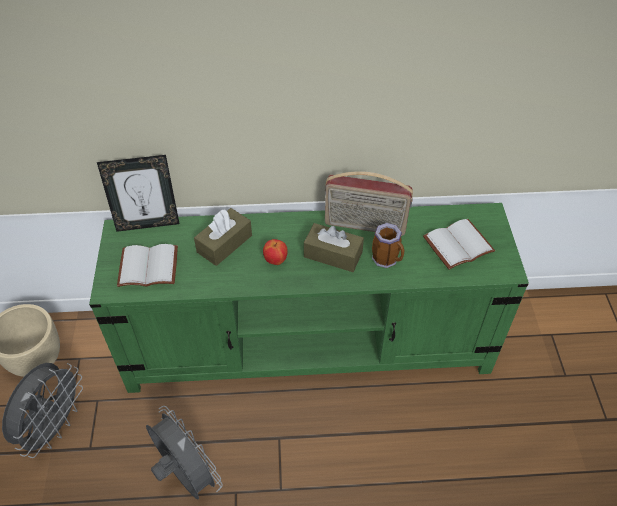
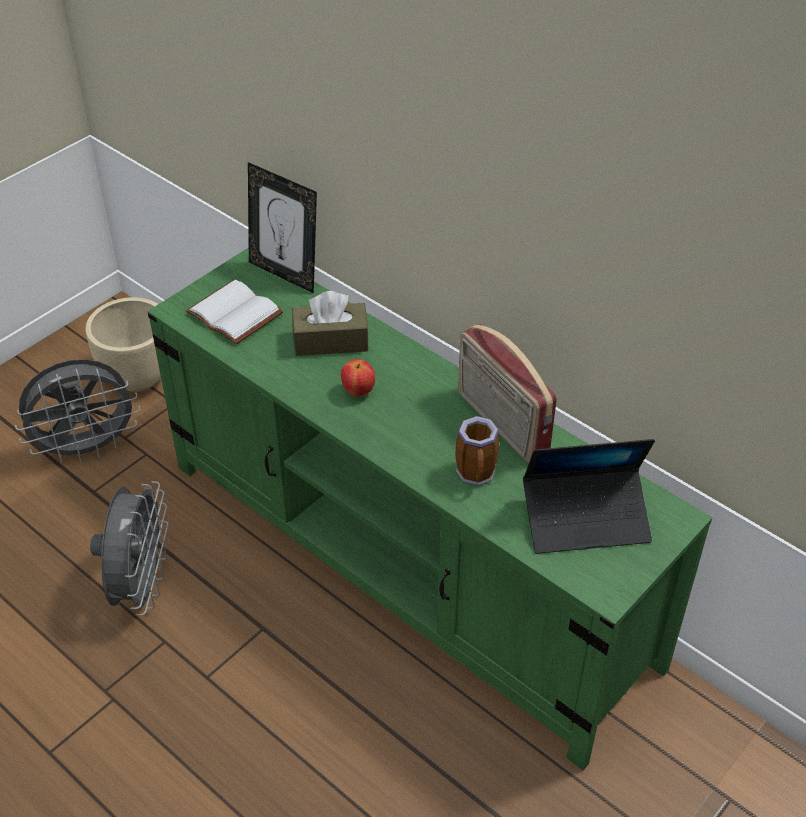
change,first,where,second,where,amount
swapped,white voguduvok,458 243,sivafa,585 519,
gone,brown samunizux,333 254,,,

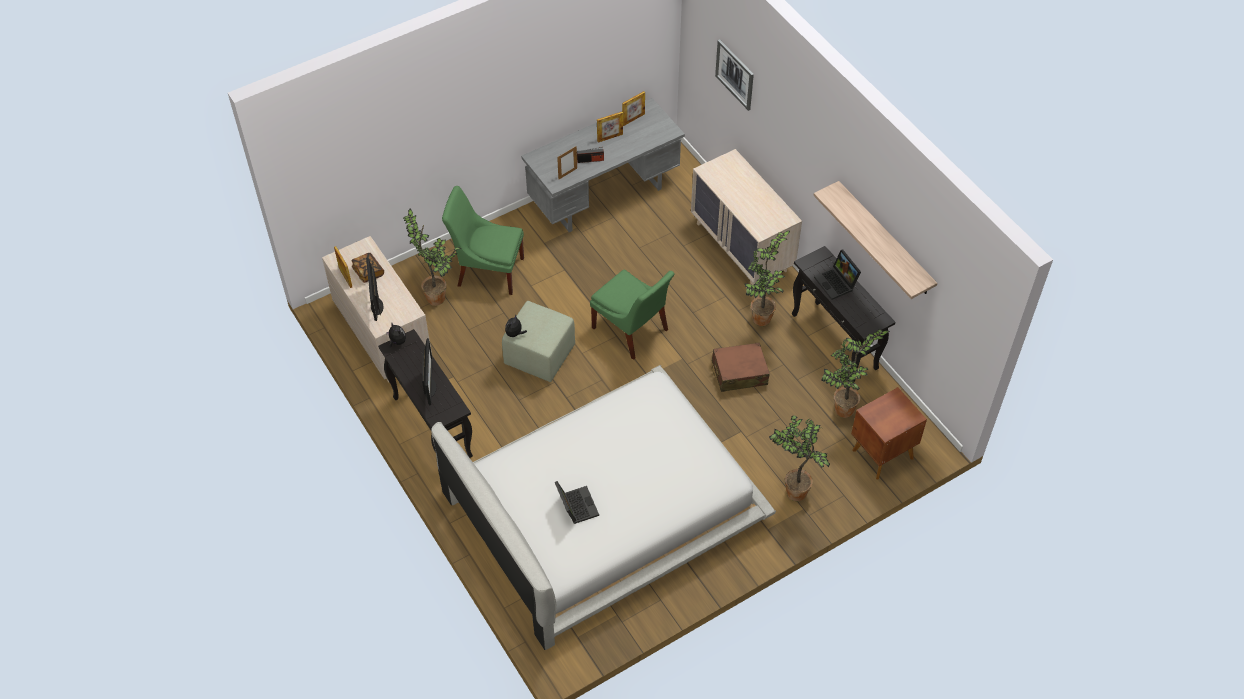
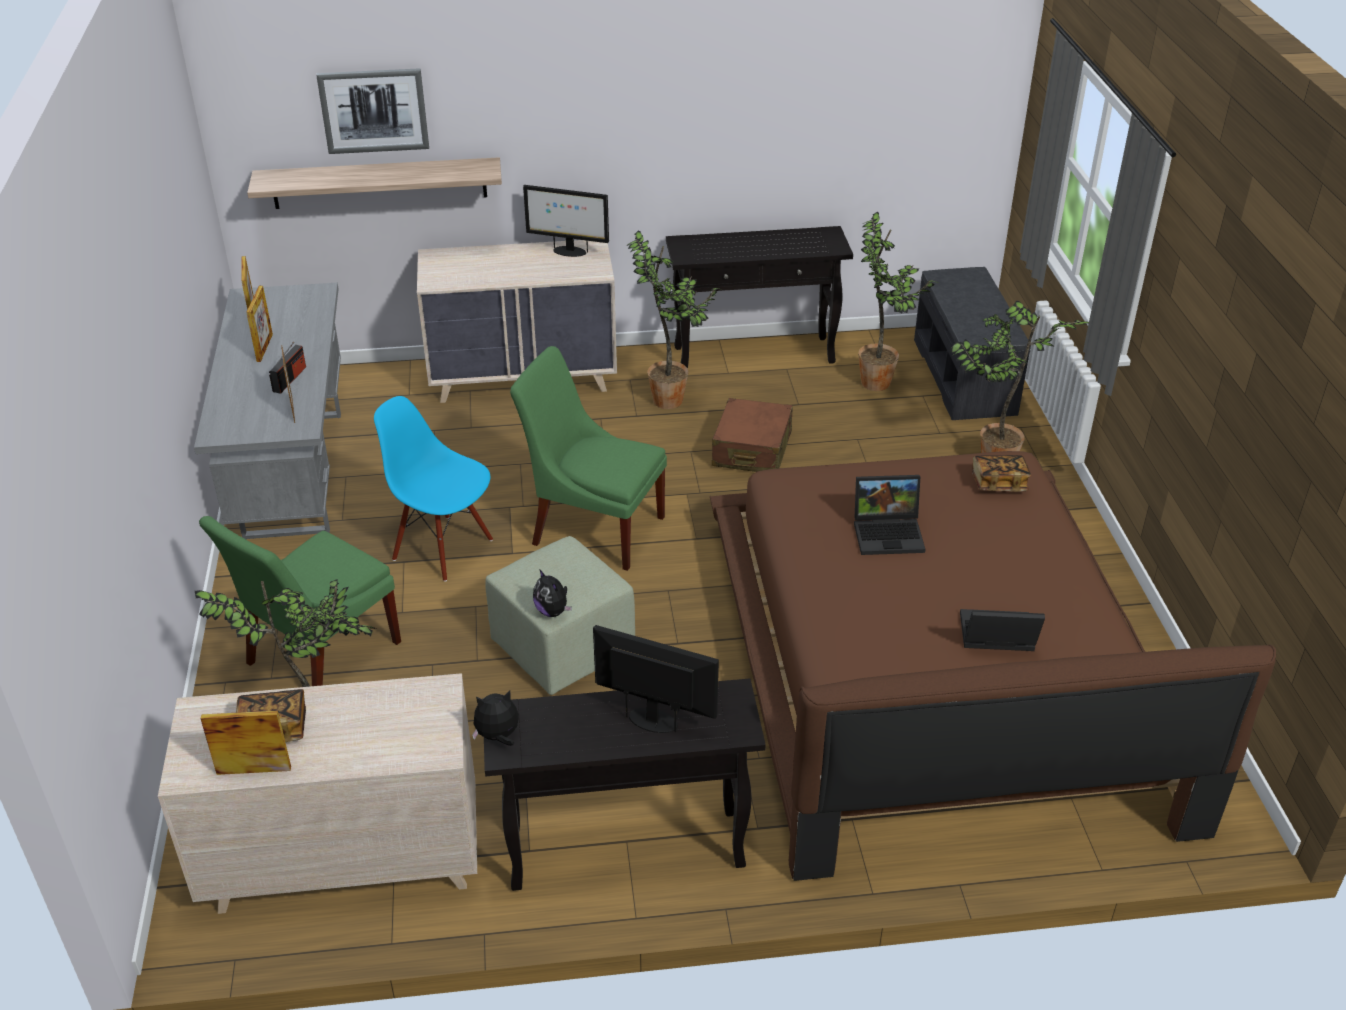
change,first,where,second,where,amount
shifted,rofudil,885 239,,379 183,
new,,,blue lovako,443 548,
rotated,green lovako,632 331,,593 528,135 degrees counterclockwise
shifted,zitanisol,376 306,,569 251,
repainted,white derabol,604 508,brown derabol,935 669,
shifted,sivafa,837 283,,889 533,
swapped,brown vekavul,881 453,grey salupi,966 377,
new,,,voguduvok,998 483,

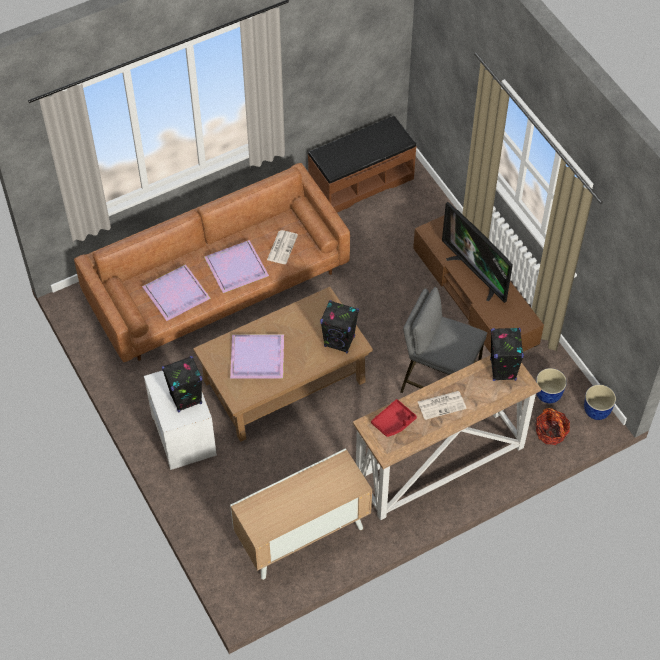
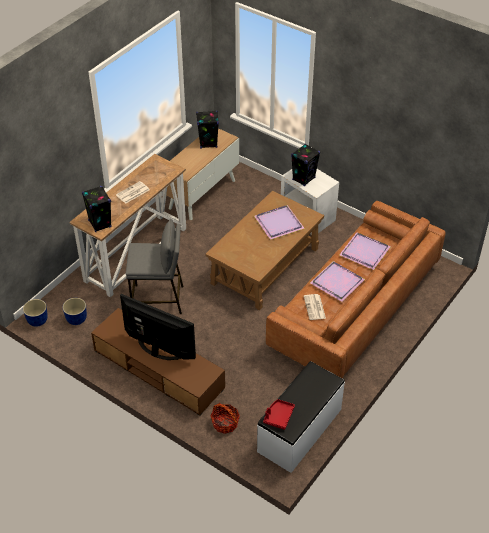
change,first,where,second,where,amount
shifted,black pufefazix,339 341,,208 143,
shifted,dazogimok,551 432,,225 423,
repainted,brown salupi,360 182,white salupi,300 430,
shifted,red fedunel,393 422,,278 416,

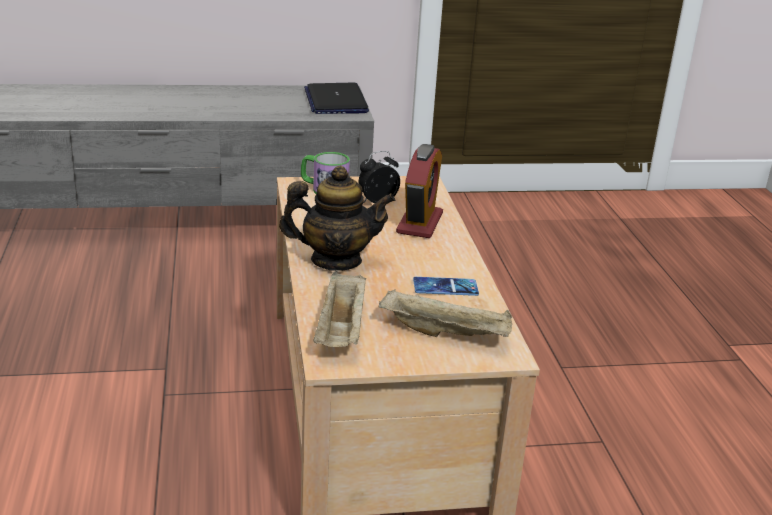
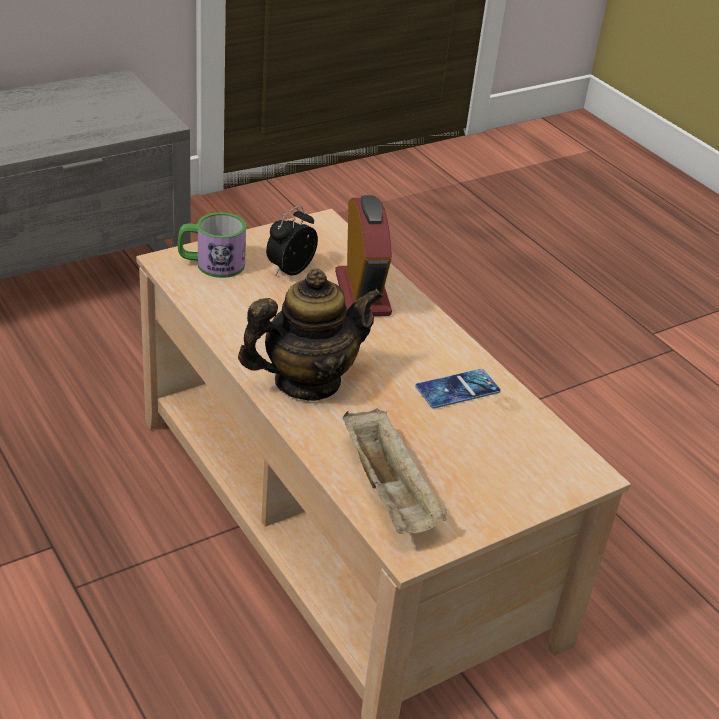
change,first,where,second,where,amount
gone,sivafa,335 101,,,
gone,beige fedunel,446 333,,,

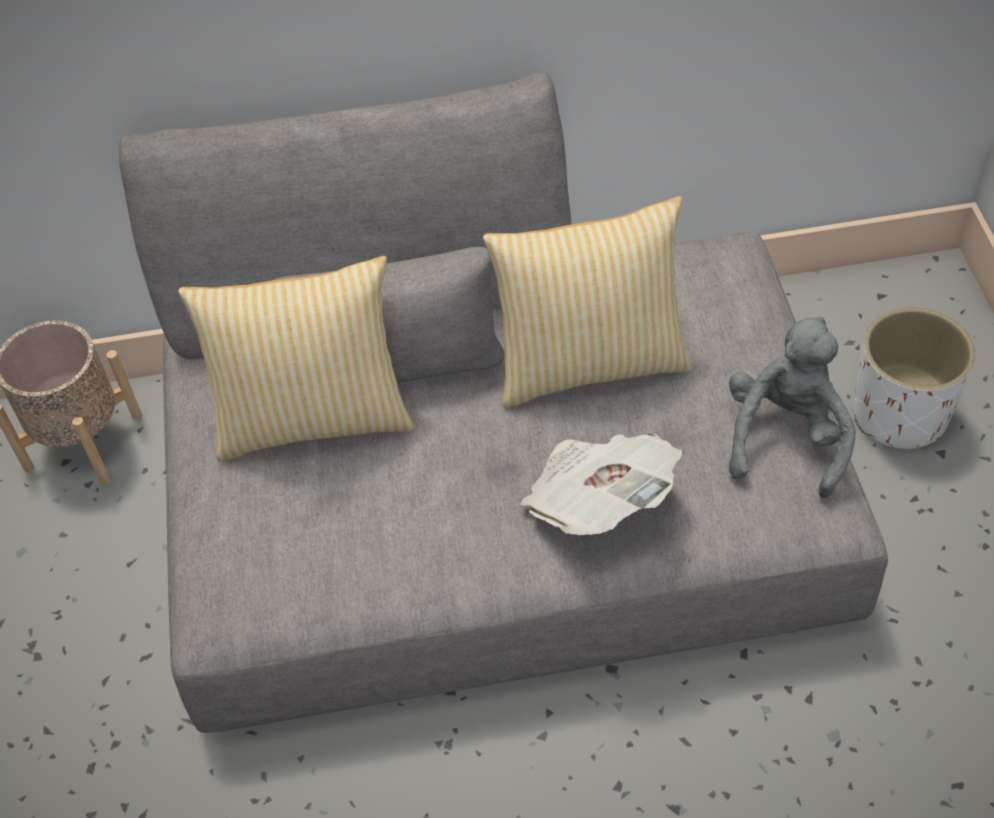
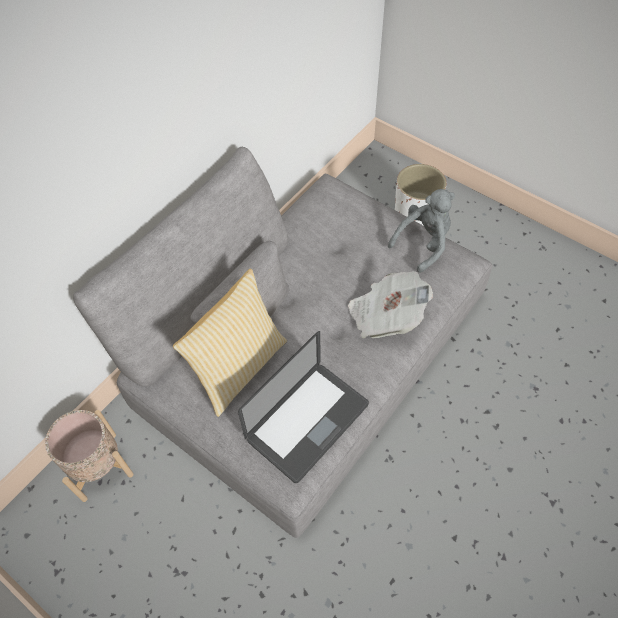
change,first,where,second,where,amount
new,,,sivafa,308 422,
rotated,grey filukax,786 437,,423 243,75 degrees clockwise
gone,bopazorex,589 363,,,

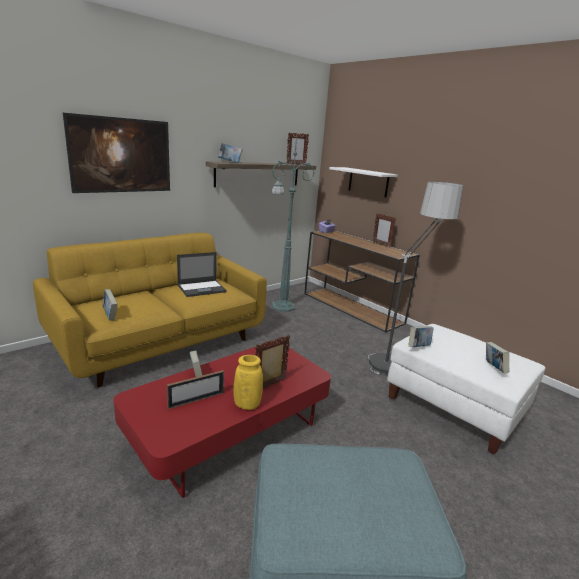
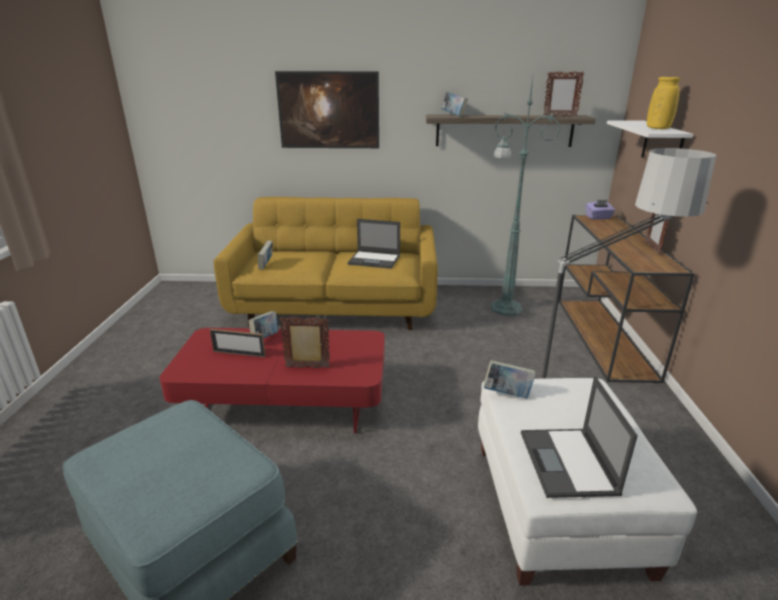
change,first,where,second,where,amount
swapped,voguduvok,493 368,sivafa,568 463,
shifted,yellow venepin,247 404,,658 128,

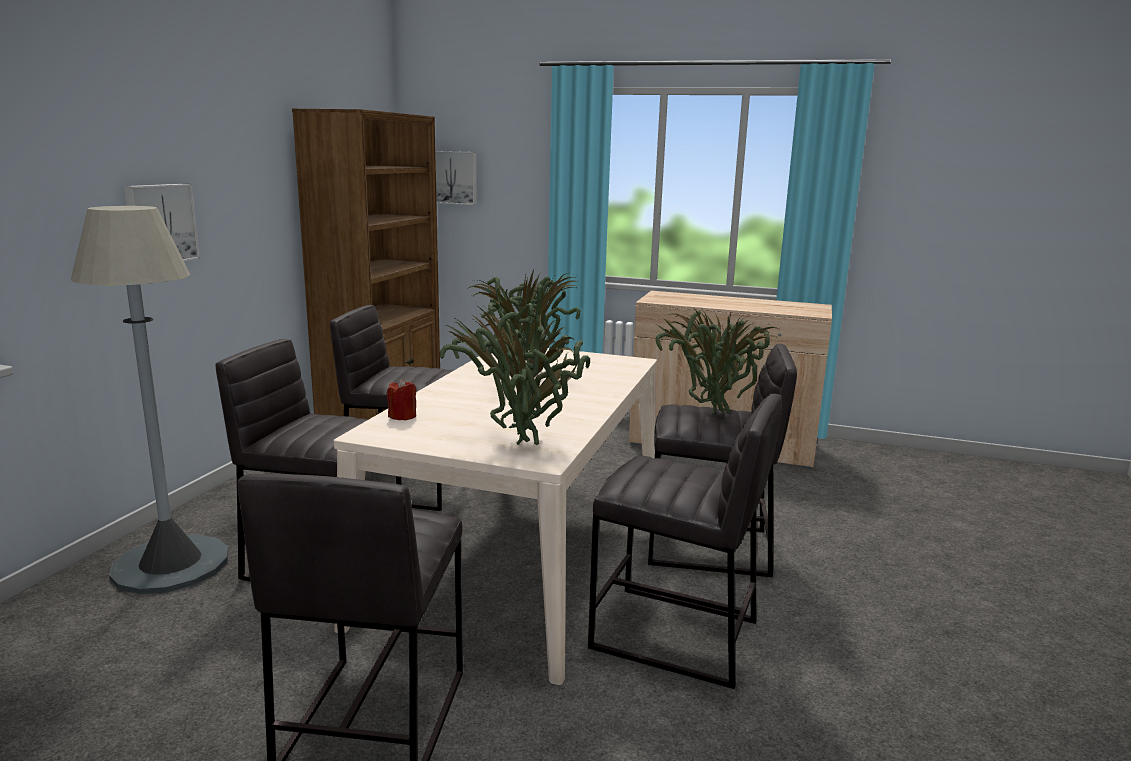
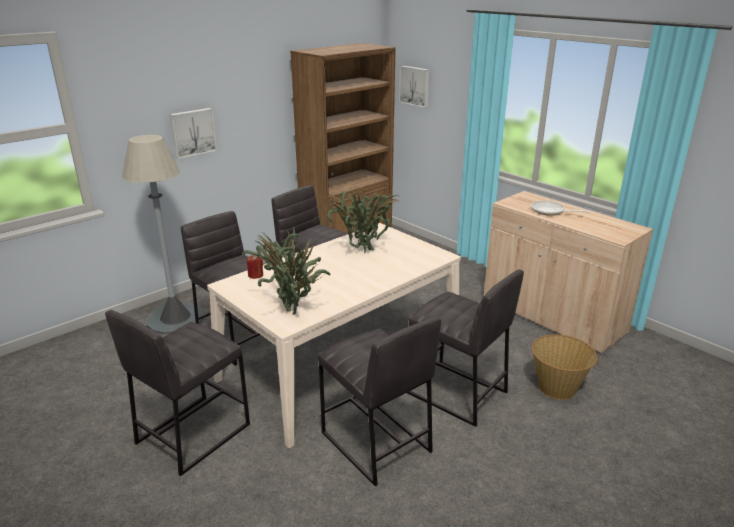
change,first,where,second,where,amount
new,,,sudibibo,550 211,
new,,,dazogimok,557 387,
gone,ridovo,711 412,,,

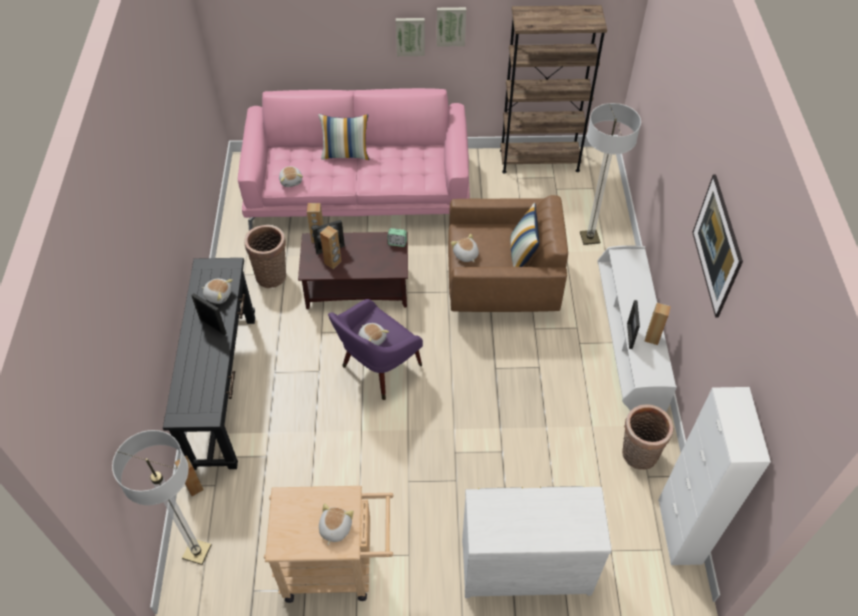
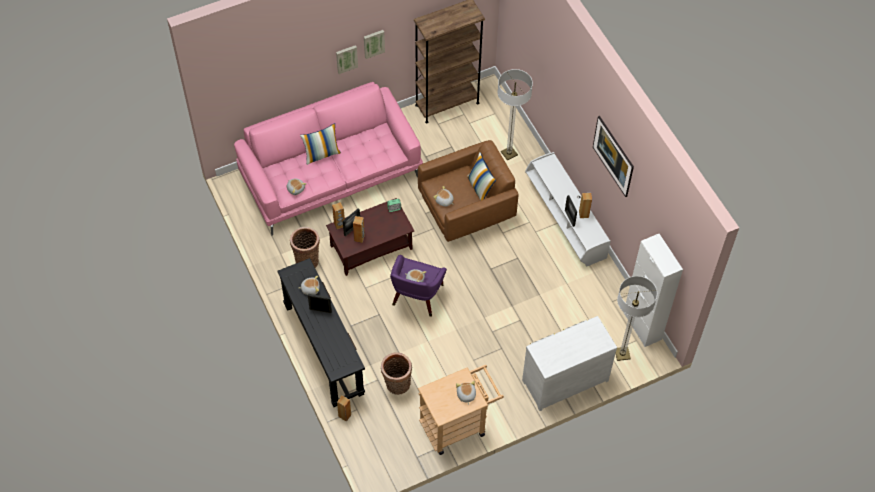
change,first,where,second,where,amount
shifted,dazogimok,637 455,,397 385,
shifted,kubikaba,197 552,,622 354,

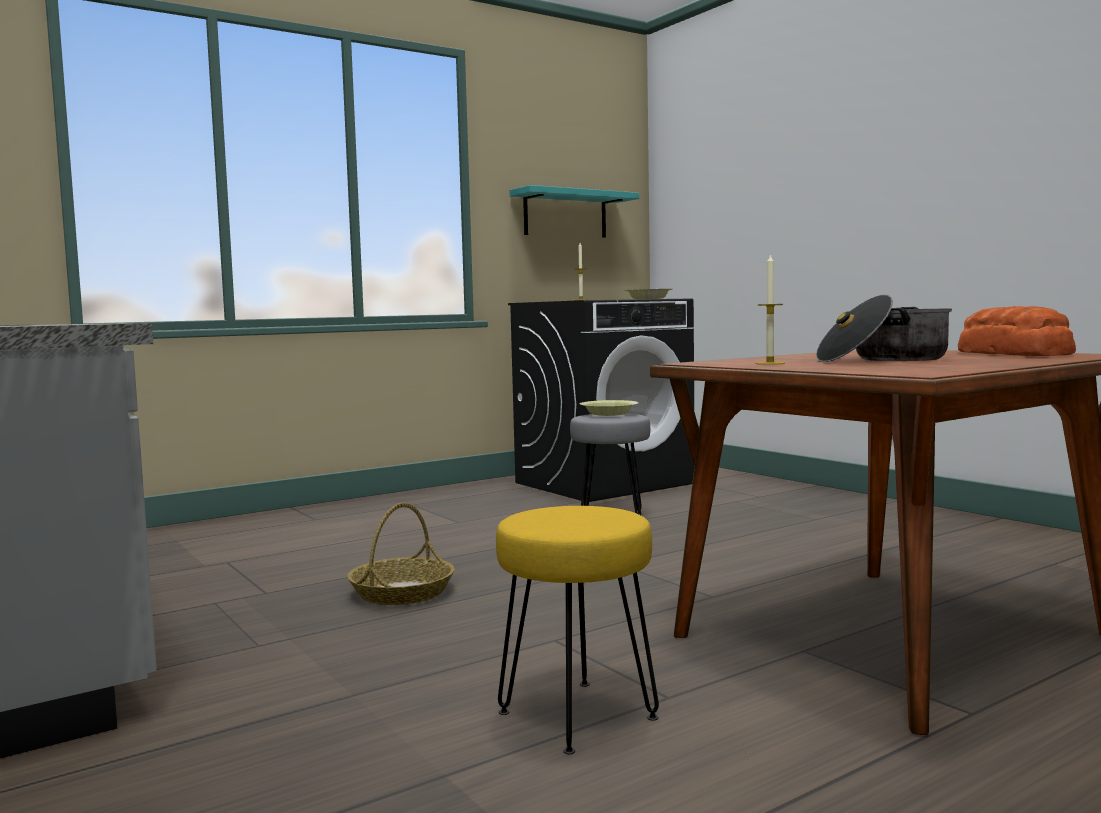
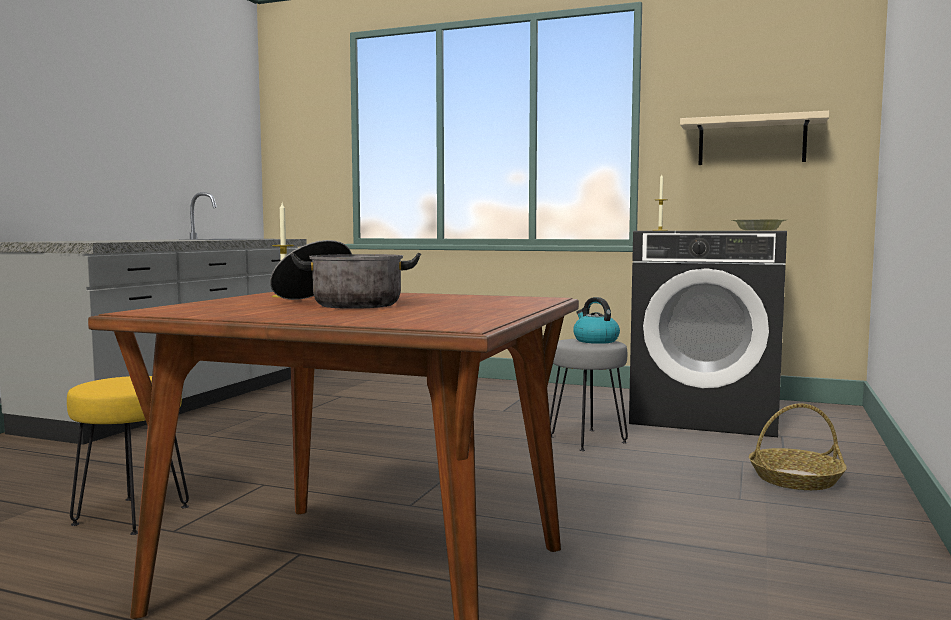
change,first,where,second,where,amount
swapped,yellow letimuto,609 414,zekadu,595 340,
repainted,turquoise rofudil,565 214,beige rofudil,751 141,
shifted,dazogimok,402 592,,796 479,
gone,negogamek,1014 354,,,

